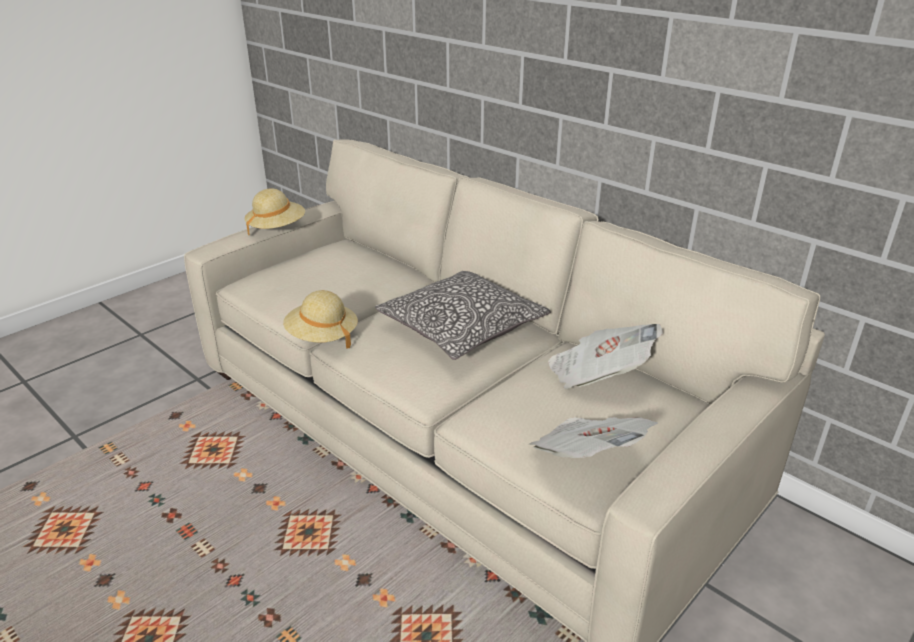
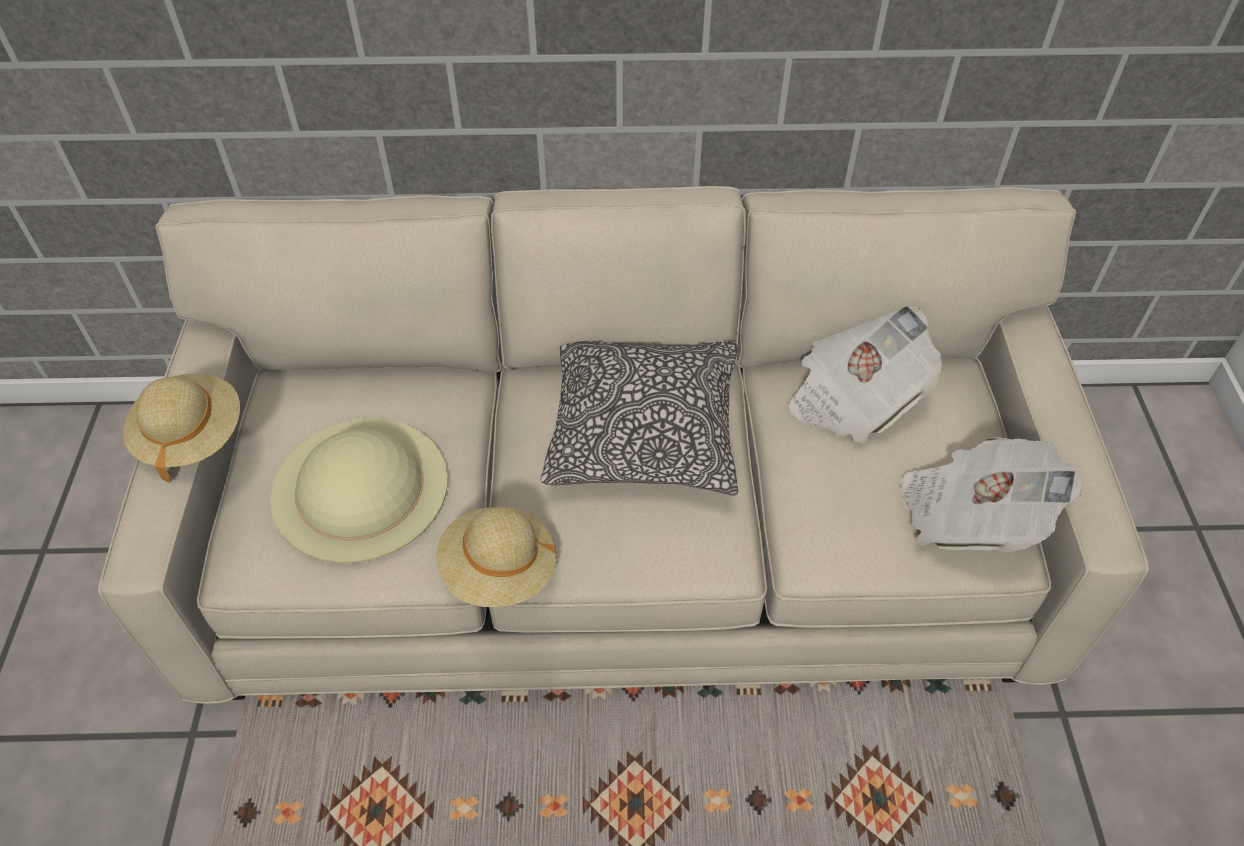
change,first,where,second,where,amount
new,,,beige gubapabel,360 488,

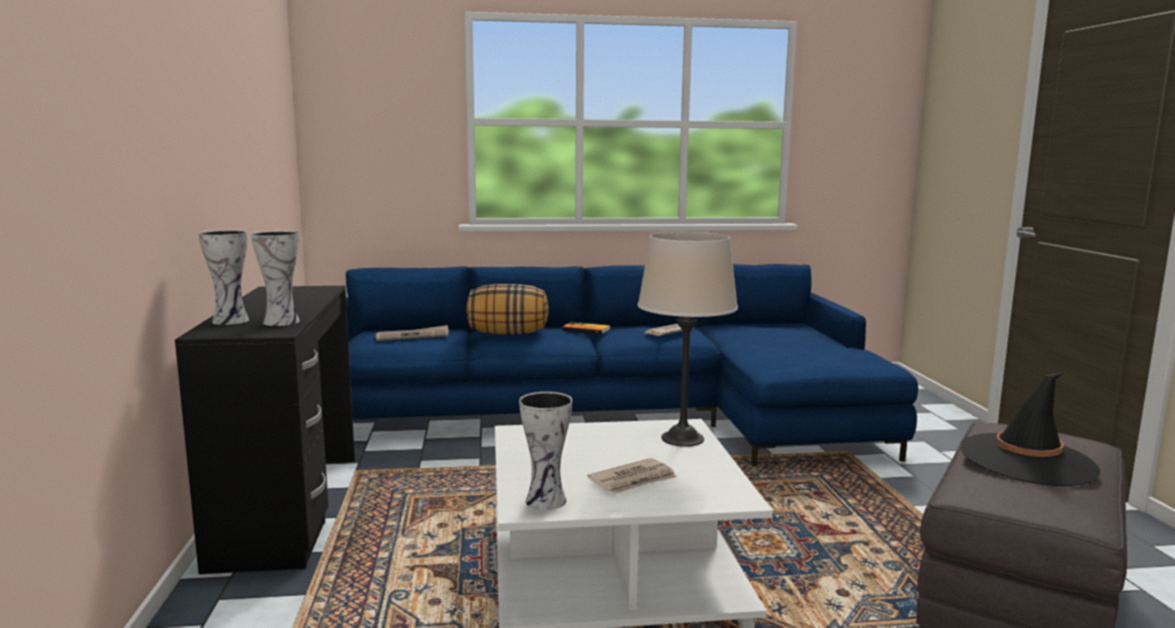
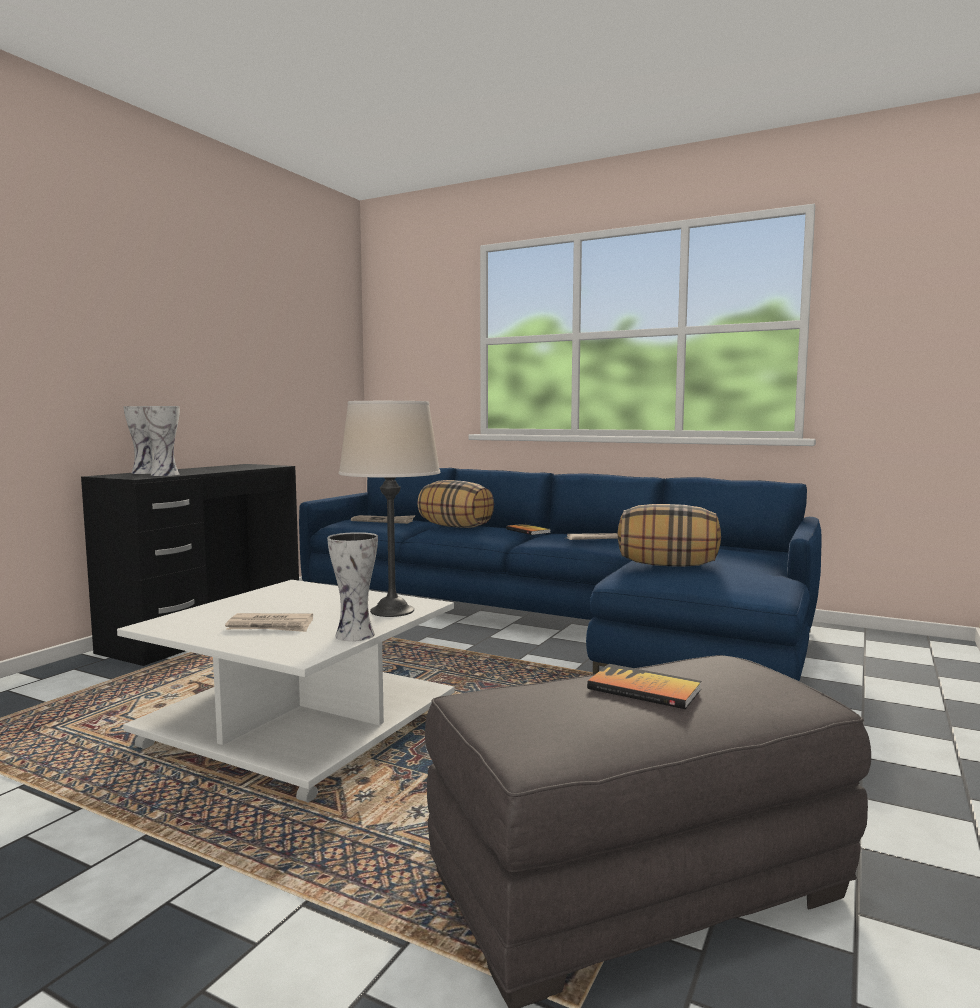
change,first,where,second,where,amount
shifted,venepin,548 501,,356 635,
swapped,black gubapabel,1027 460,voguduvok,644 689,
new,,,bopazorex,668 565,

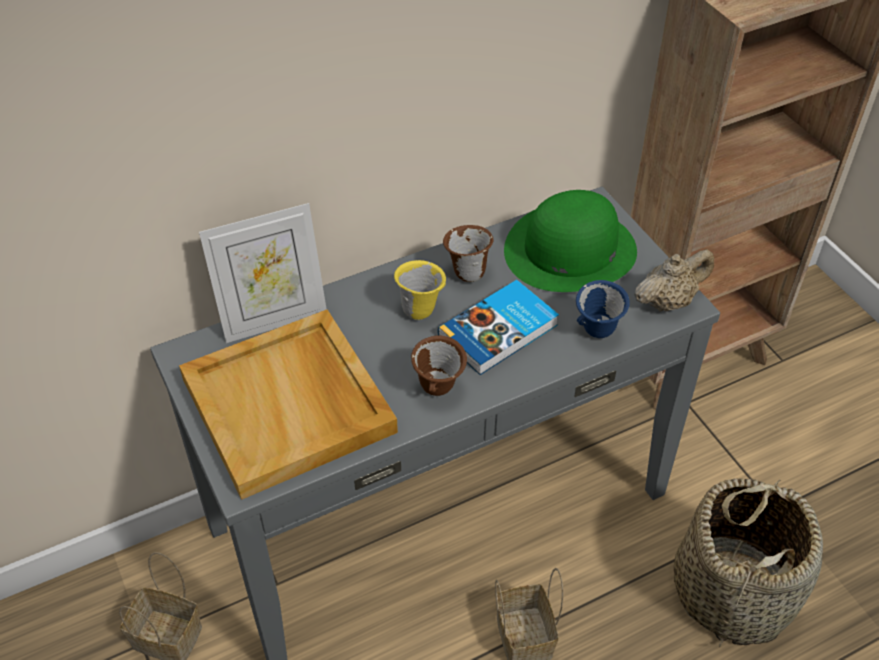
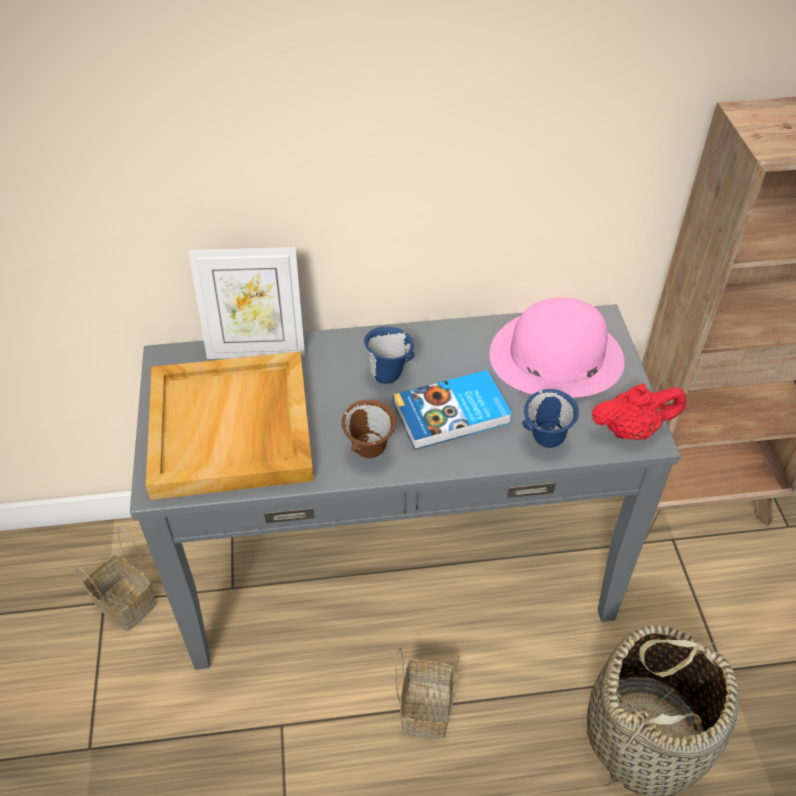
change,first,where,second,where,amount
repainted,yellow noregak,420 309,blue noregak,389 375,
repainted,green gubapabel,570 250,pink gubapabel,556 356,
repainted,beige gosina,668 301,red gosina,631 430,
gone,brown noregak,467 273,,,

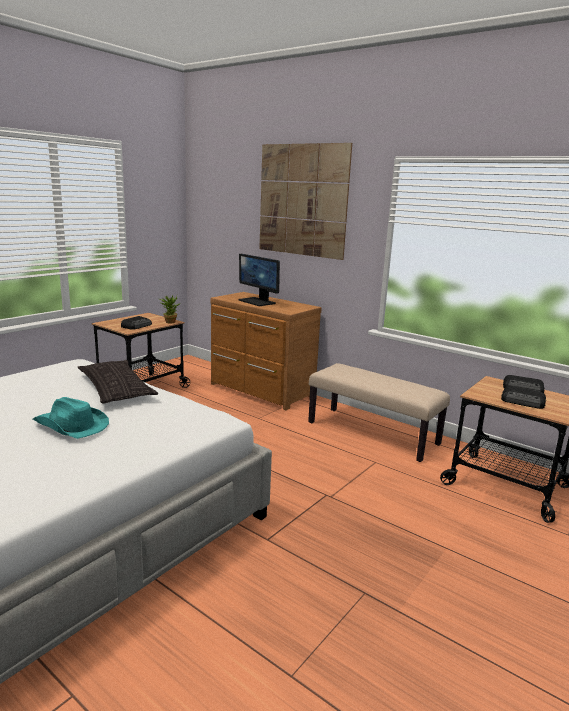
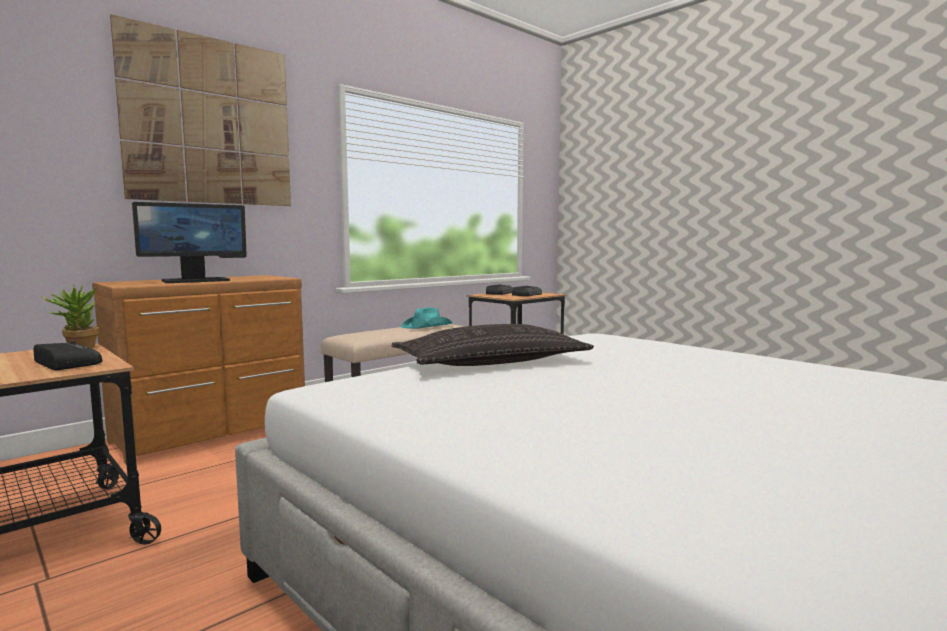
change,first,where,second,where,amount
shifted,turquoise gubapabel,71 425,,427 326,

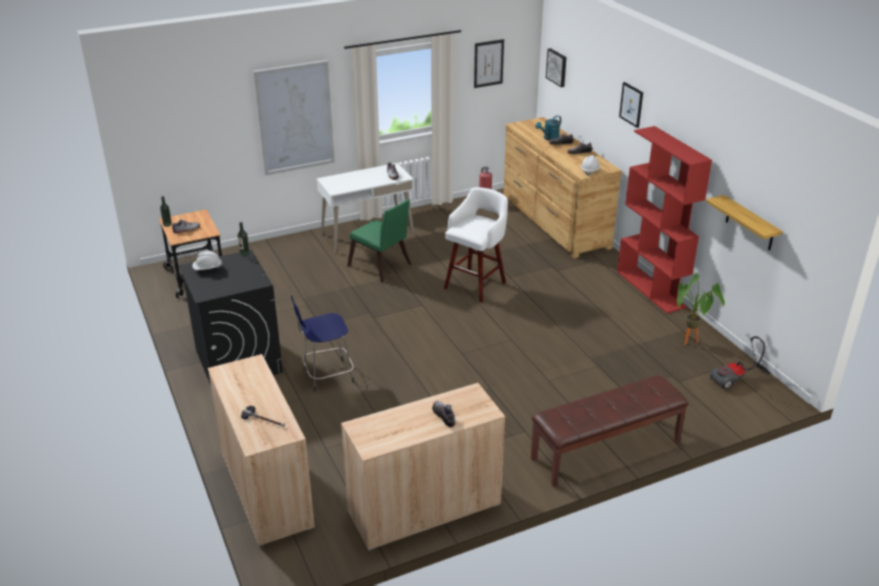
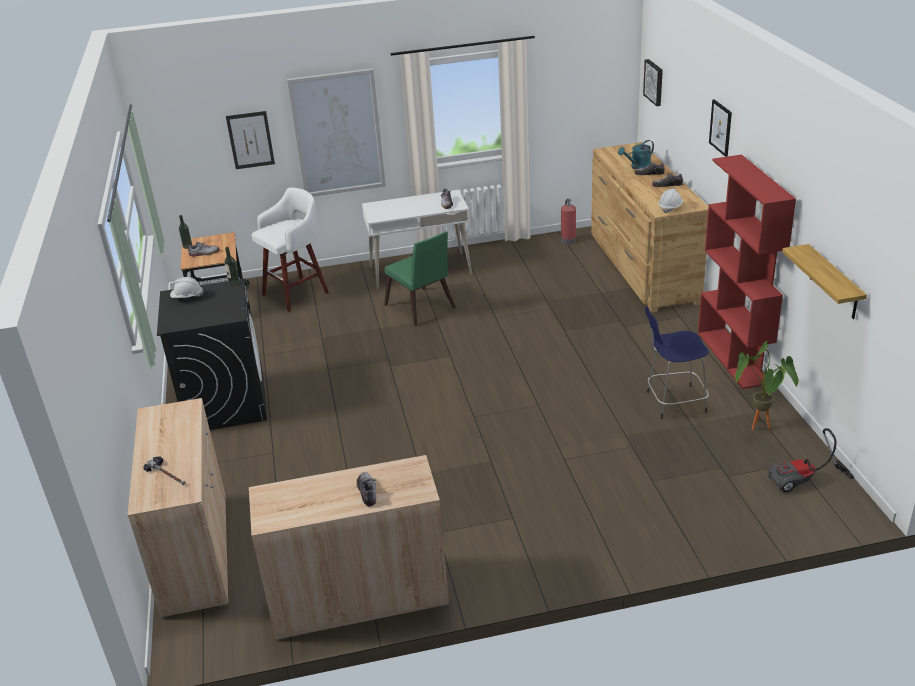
change,first,where,second,where,amount
shifted,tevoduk,488 63,,250 140,
shifted,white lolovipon,476 284,,297 293,
shifted,blue lolovipon,326 375,,673 402,
gone,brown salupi,606 451,,,

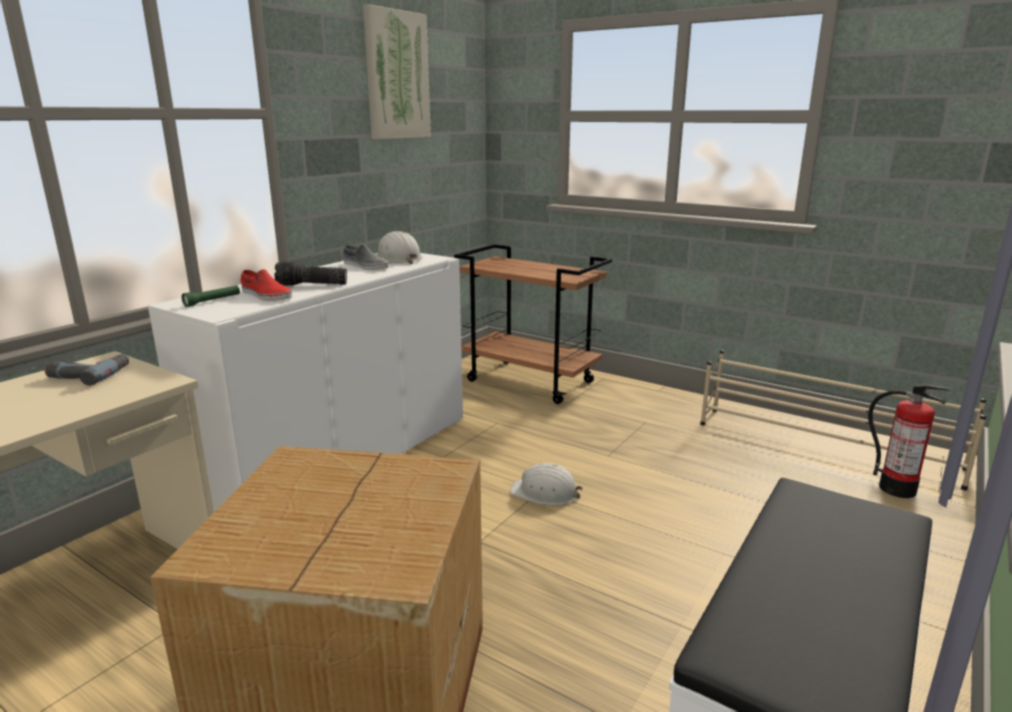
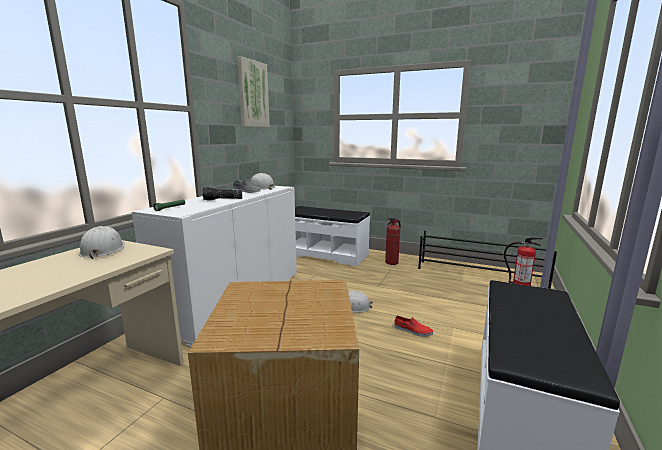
change,first,where,second,where,amount
swapped,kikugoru,88 374,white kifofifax,103 250,
swapped,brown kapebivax,531 381,white salupi,326 254,
new,,,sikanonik,391 262,
shifted,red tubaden,266 295,,412 331,
repainted,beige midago,826 446,black midago,480 274,

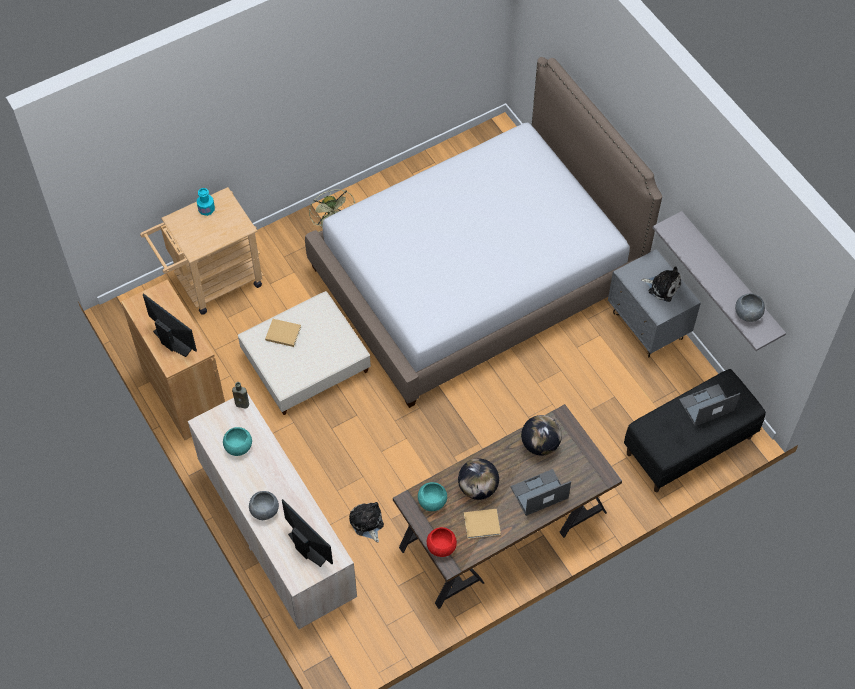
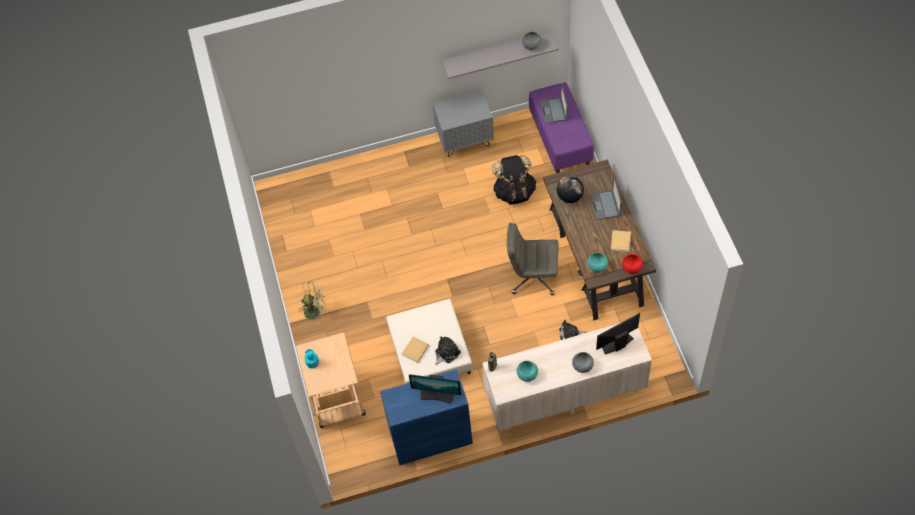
change,first,where,second,where,amount
repainted,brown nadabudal,184 392,blue nadabudal,431 437,
rotated,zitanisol,173 341,,437 394,135 degrees counterclockwise
shifted,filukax,662 286,,446 353,
new,,,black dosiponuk,514 191,
new,,,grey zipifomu,533 277,
repainted,black salupi,689 446,purple salupi,560 141,
gone,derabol,476 276,,,
gone,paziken,478 488,,,

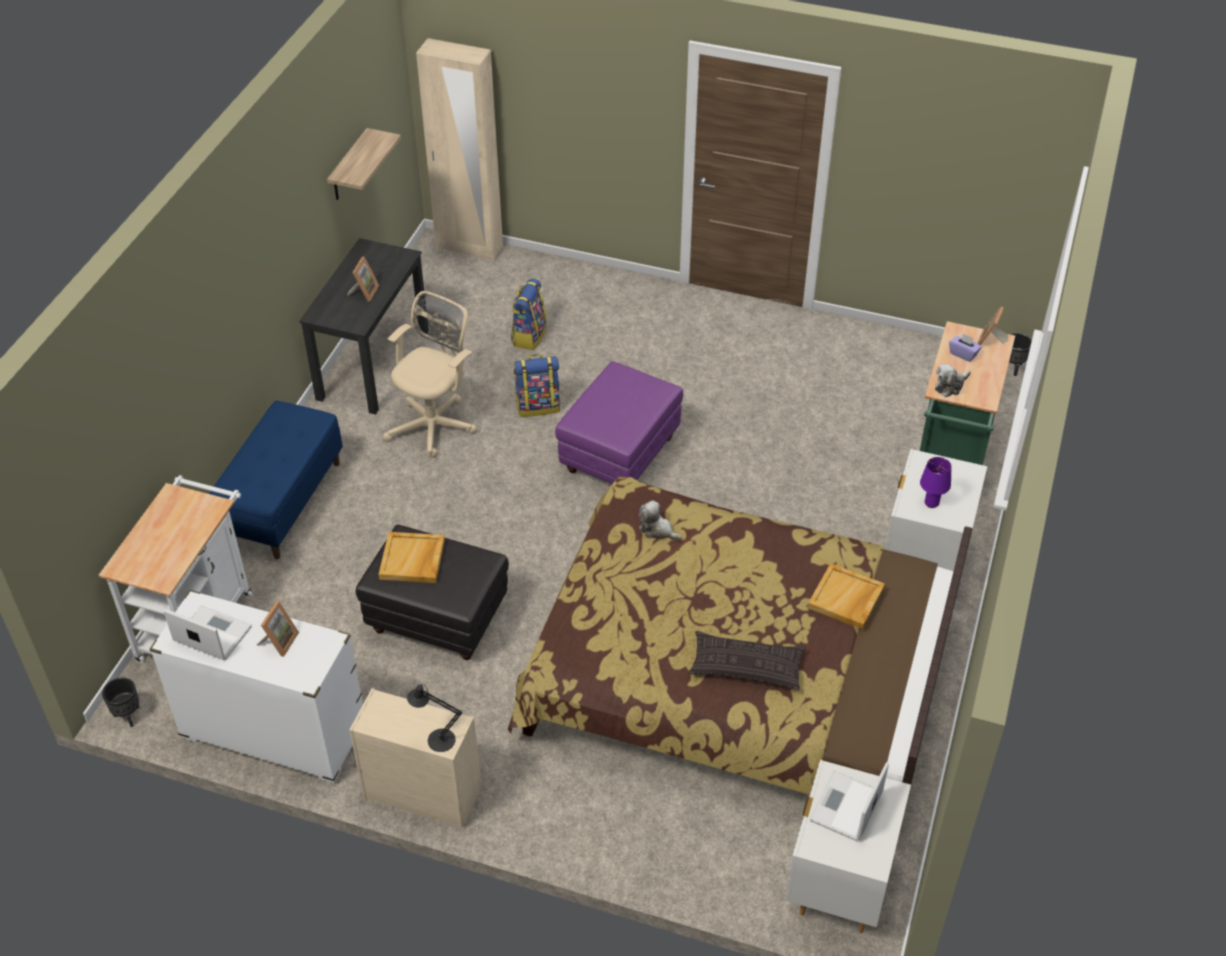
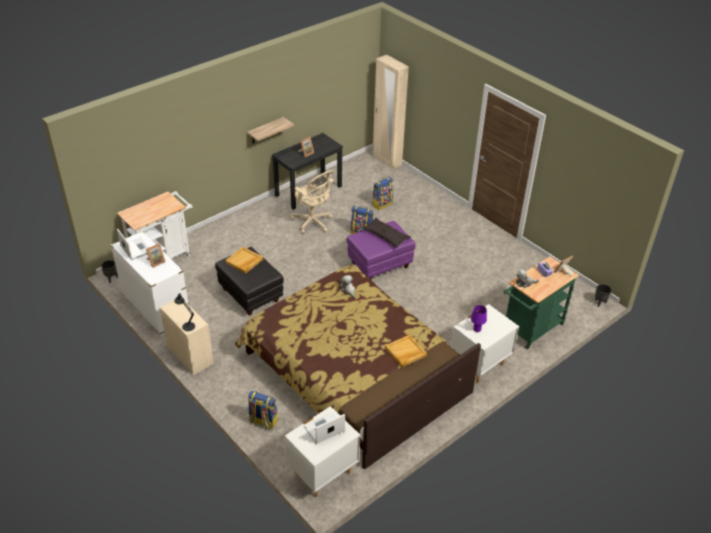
change,first,where,second,where,amount
shifted,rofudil,349 166,,265 131,
new,,,dosiponuk,263 421,
rotated,beige zipifomu,434 425,,313 223,75 degrees clockwise
shifted,bopazorex,746 666,,385 235,
gone,blue salupi,282 502,,,

